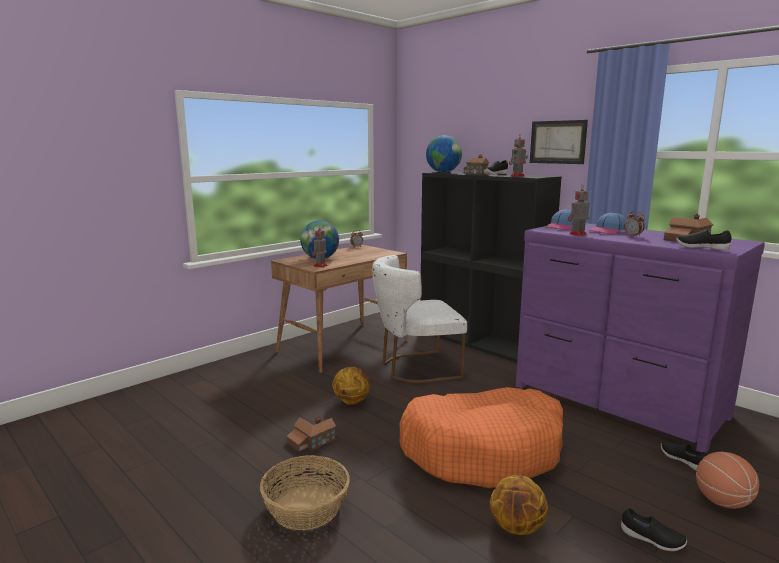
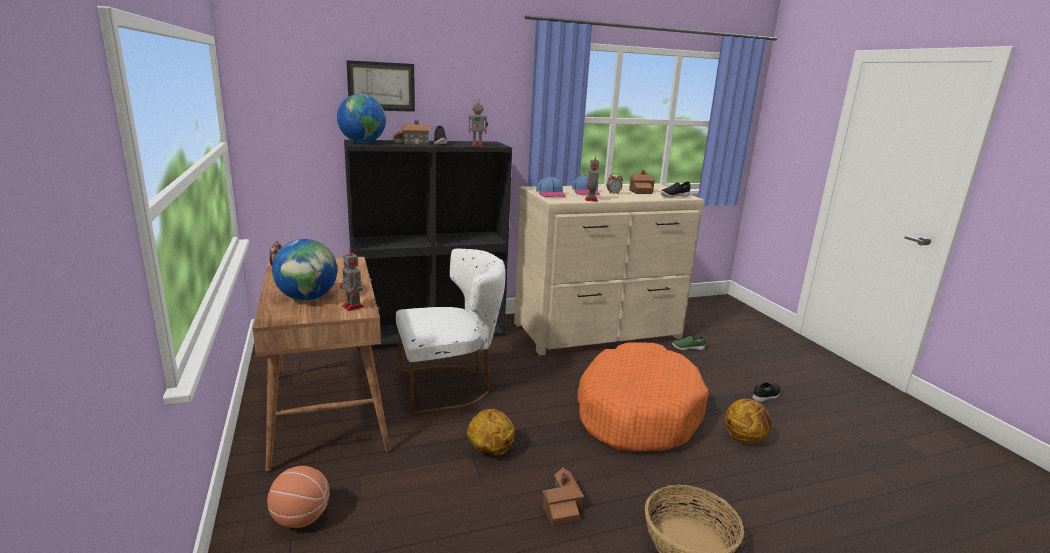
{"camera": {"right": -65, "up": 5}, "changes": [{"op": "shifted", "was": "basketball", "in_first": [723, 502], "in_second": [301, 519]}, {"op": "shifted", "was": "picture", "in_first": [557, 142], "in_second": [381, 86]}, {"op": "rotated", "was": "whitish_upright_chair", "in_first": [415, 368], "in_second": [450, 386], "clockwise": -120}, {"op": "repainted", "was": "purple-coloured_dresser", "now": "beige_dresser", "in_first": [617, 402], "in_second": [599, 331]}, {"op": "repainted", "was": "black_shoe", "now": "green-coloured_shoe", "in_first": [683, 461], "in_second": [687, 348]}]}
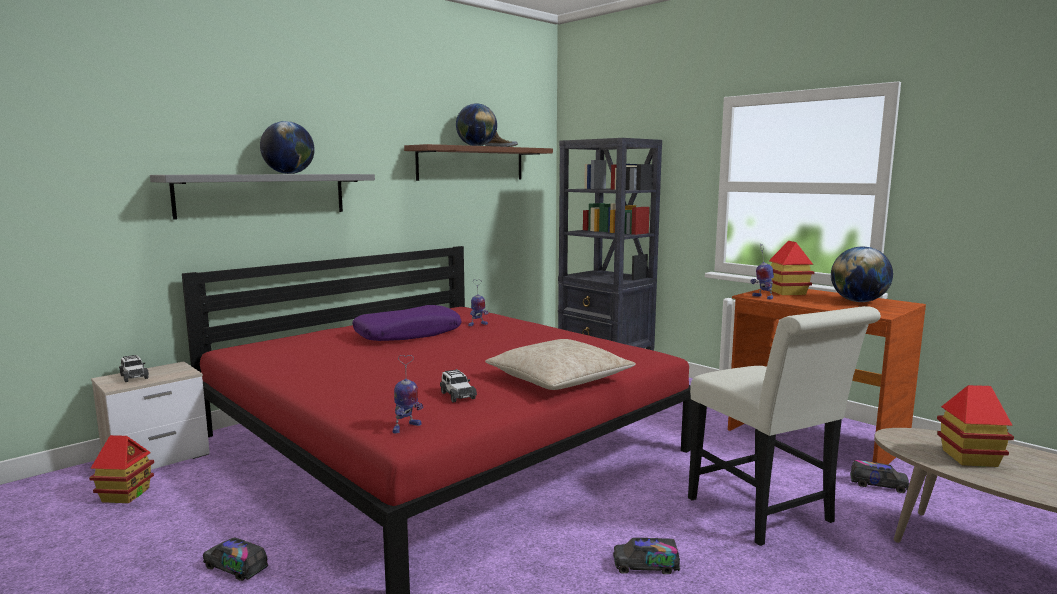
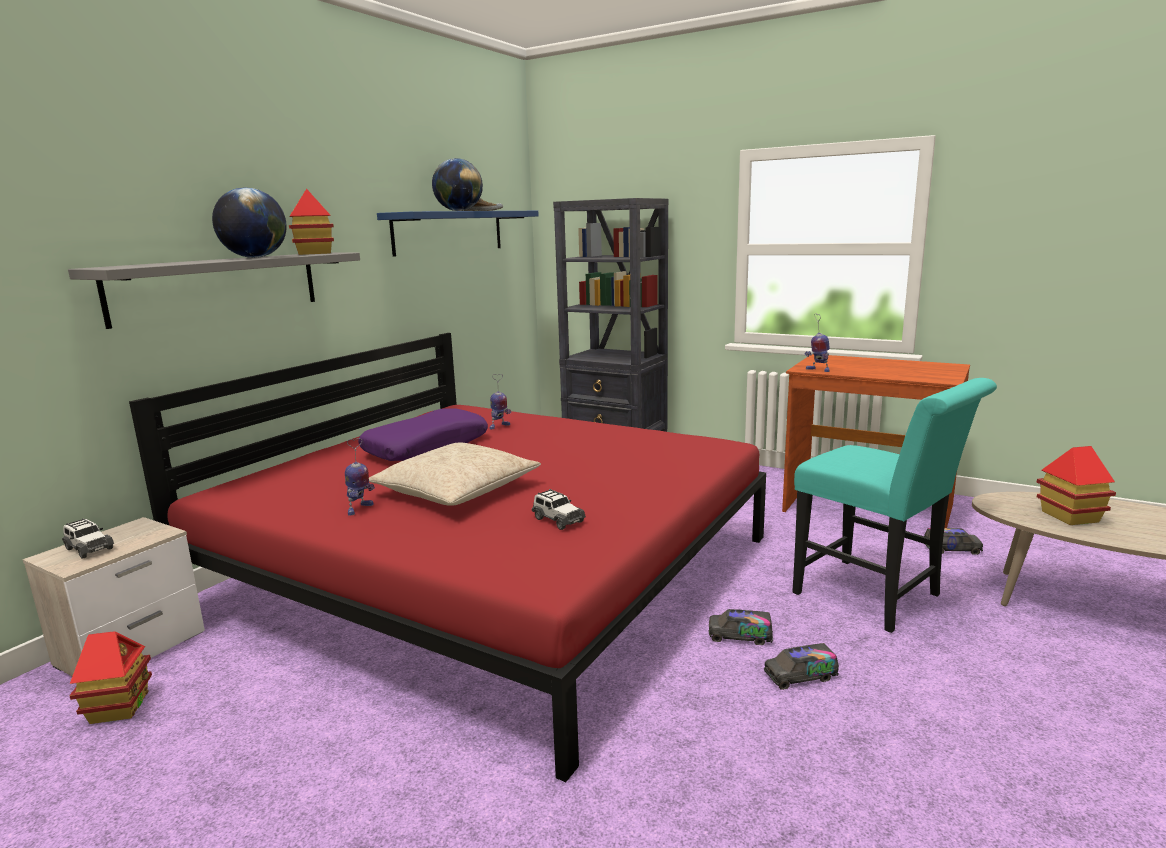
{"camera": {"right": -15, "up": 5}, "changes": [{"op": "shifted", "was": "miniature_house", "in_first": [788, 293], "in_second": [314, 253]}, {"op": "shifted", "was": "robot_figure", "in_first": [406, 428], "in_second": [359, 509]}, {"op": "shifted", "was": "beige_pillow", "in_first": [558, 379], "in_second": [456, 490]}, {"op": "repainted", "was": "brown_bracket_shelf", "now": "blue_bracket_shelf", "in_first": [471, 163], "in_second": [449, 232]}, {"op": "shifted", "was": "toy_truck", "in_first": [236, 568], "in_second": [740, 636]}, {"op": "repainted", "was": "whitish_upright_chair", "now": "turquoise-coloured_upright_chair", "in_first": [767, 514], "in_second": [876, 598]}, {"op": "gone", "was": "desk_globe", "in_first": [858, 301]}]}
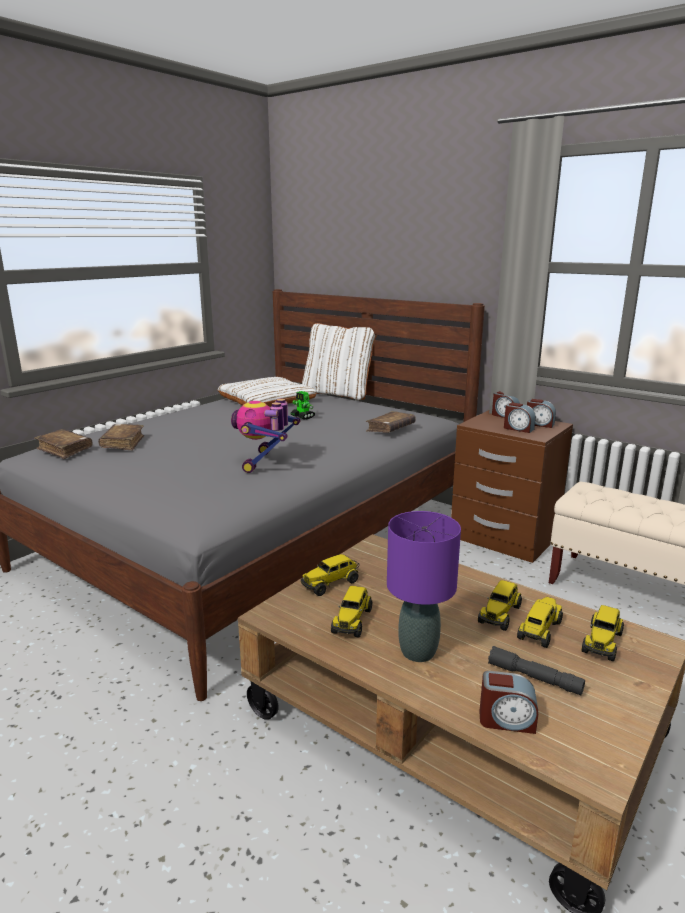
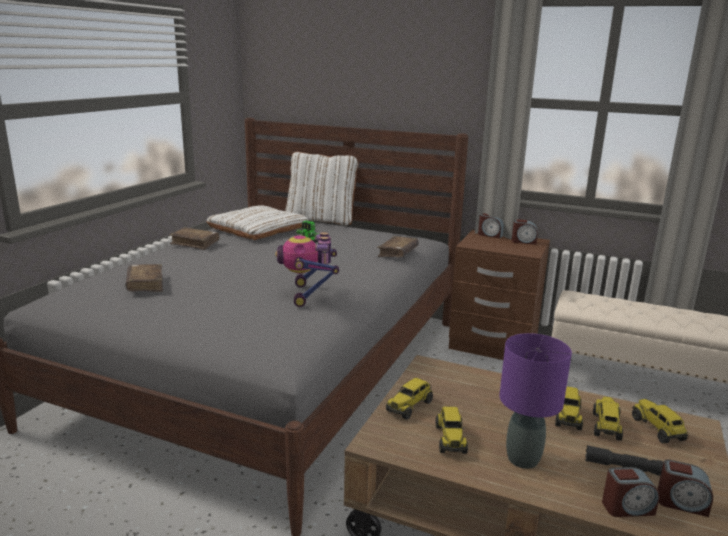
{"camera": {"right": -15, "up": 0}, "changes": [{"op": "shifted", "was": "brown_bound_book", "in_first": [65, 450], "in_second": [195, 243]}, {"op": "rotated", "was": "toy_truck", "in_first": [602, 642], "in_second": [658, 429], "clockwise": 150}, {"op": "shifted", "was": "alarm_clock", "in_first": [518, 429], "in_second": [681, 503]}]}
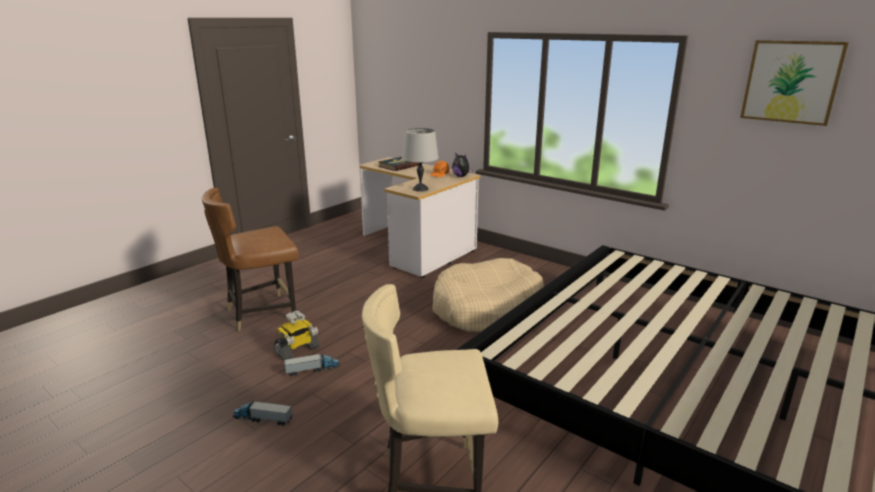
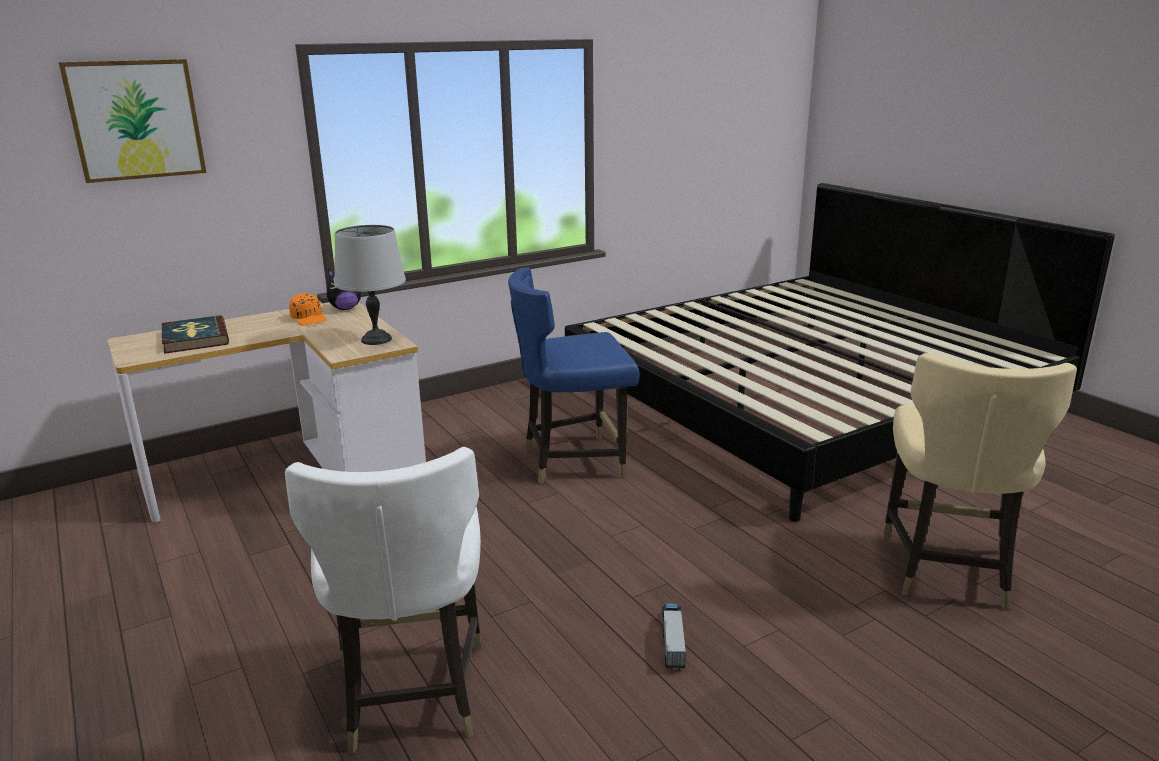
{"camera": {"right": -70, "up": 0}, "changes": [{"op": "shifted", "was": "picture", "in_first": [791, 82], "in_second": [136, 120]}, {"op": "repainted", "was": "brown_upright_chair", "now": "whitish_upright_chair", "in_first": [261, 313], "in_second": [411, 695]}, {"op": "swapped", "was": "beige_dog_bed", "now": "blue_upright_chair", "in_first": [487, 309], "in_second": [573, 461]}, {"op": "gone", "was": "toy_truck", "in_first": [262, 419]}, {"op": "gone", "was": "robot_figure", "in_first": [297, 350]}]}
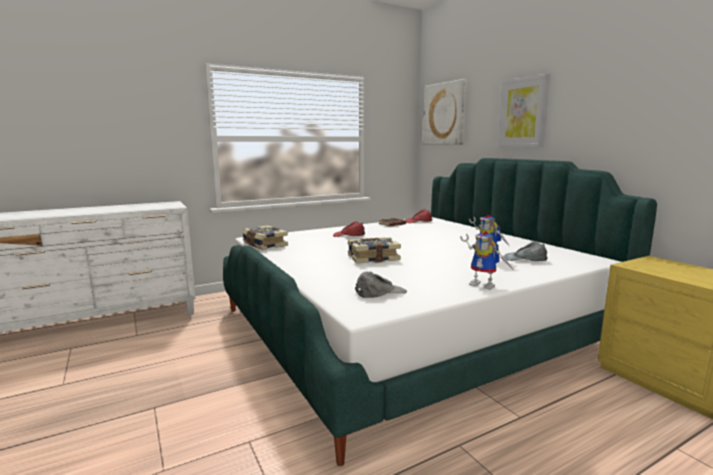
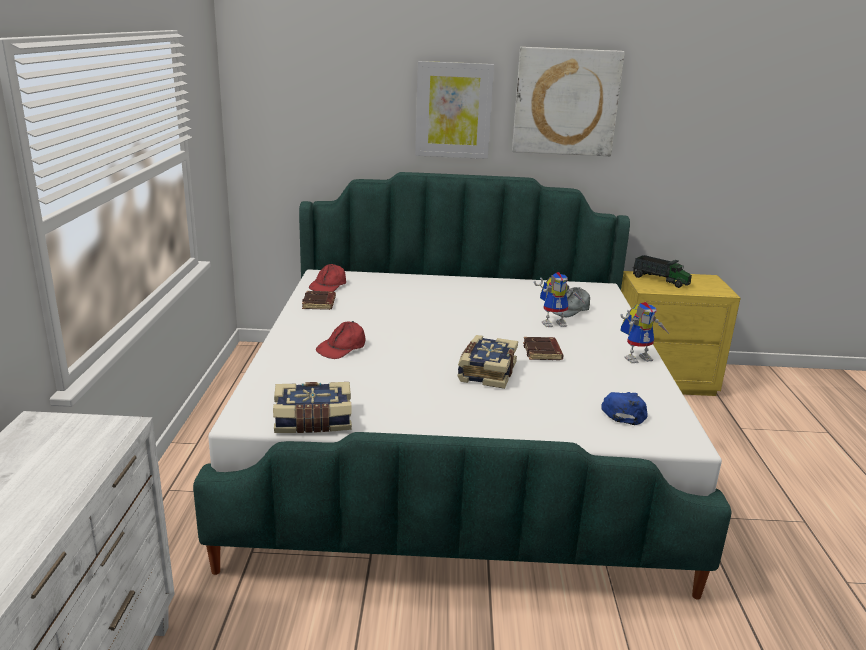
{"camera": {"right": -60, "up": 10}, "changes": [{"op": "shifted", "was": "picture", "in_first": [445, 114], "in_second": [566, 102]}, {"op": "new", "now": "brown_bound_book", "in_second": [543, 352]}, {"op": "repainted", "was": "gray_peaked_cap", "now": "blue_peaked_cap", "in_first": [380, 292], "in_second": [623, 410]}, {"op": "new", "now": "toy_truck", "in_second": [660, 280]}]}
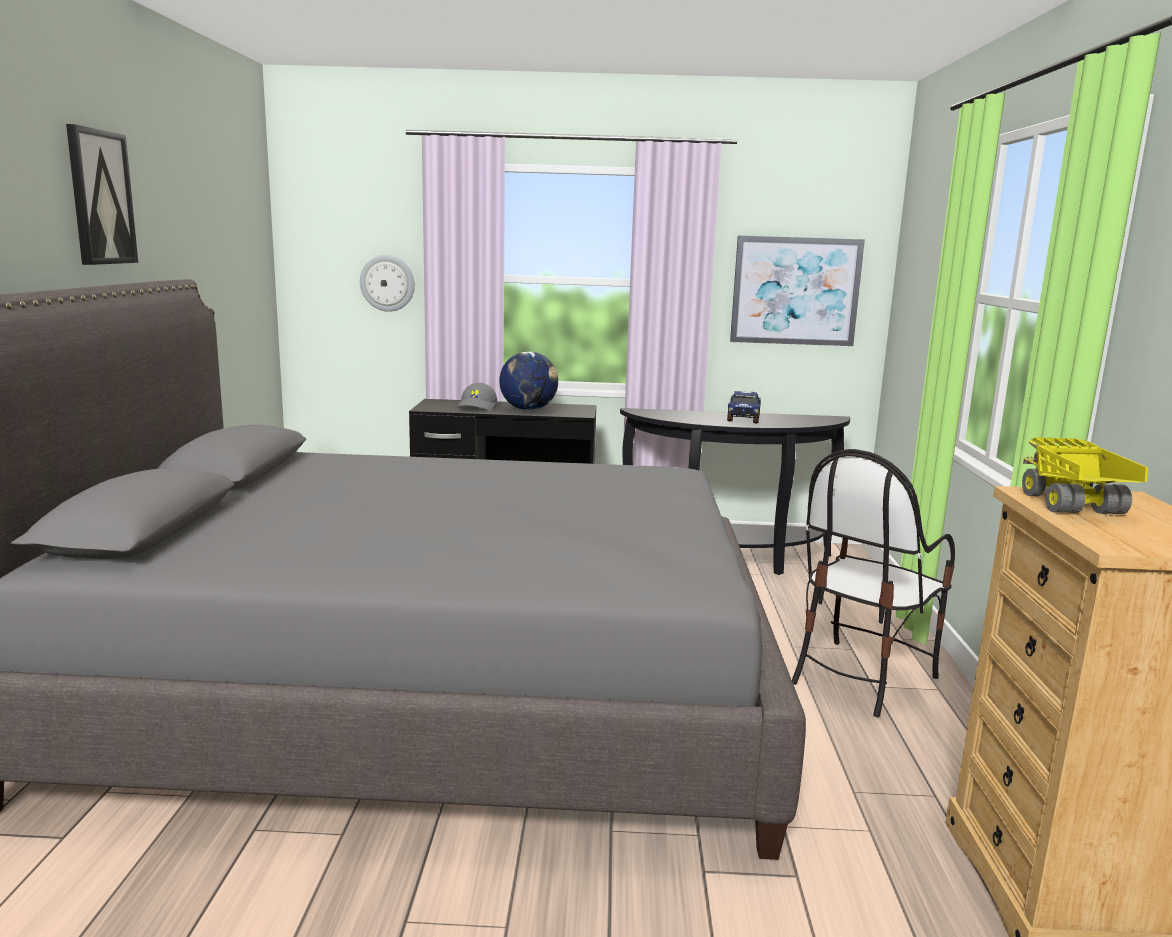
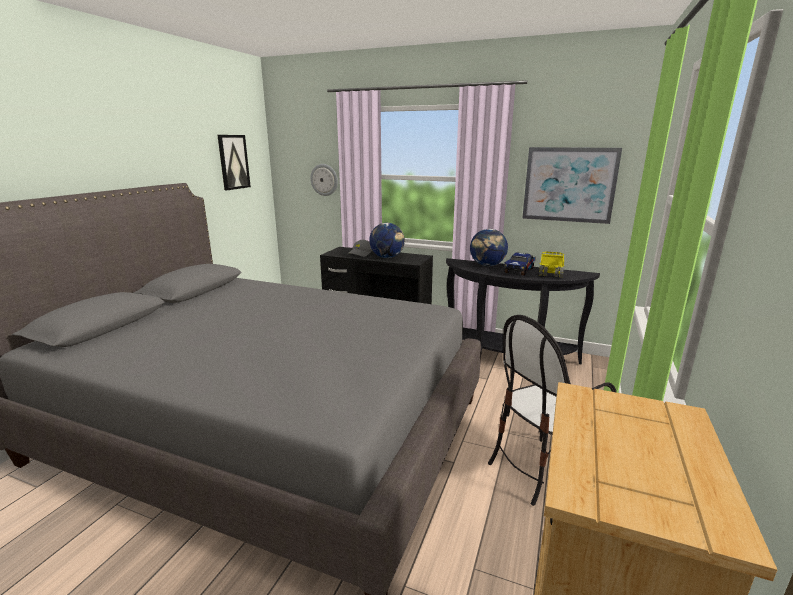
{"camera": {"right": 20, "up": 5}, "changes": [{"op": "shifted", "was": "picture", "in_first": [100, 197], "in_second": [233, 162]}, {"op": "new", "now": "desk_globe", "in_second": [487, 265]}, {"op": "shifted", "was": "toy_truck", "in_first": [1072, 506], "in_second": [550, 274]}]}
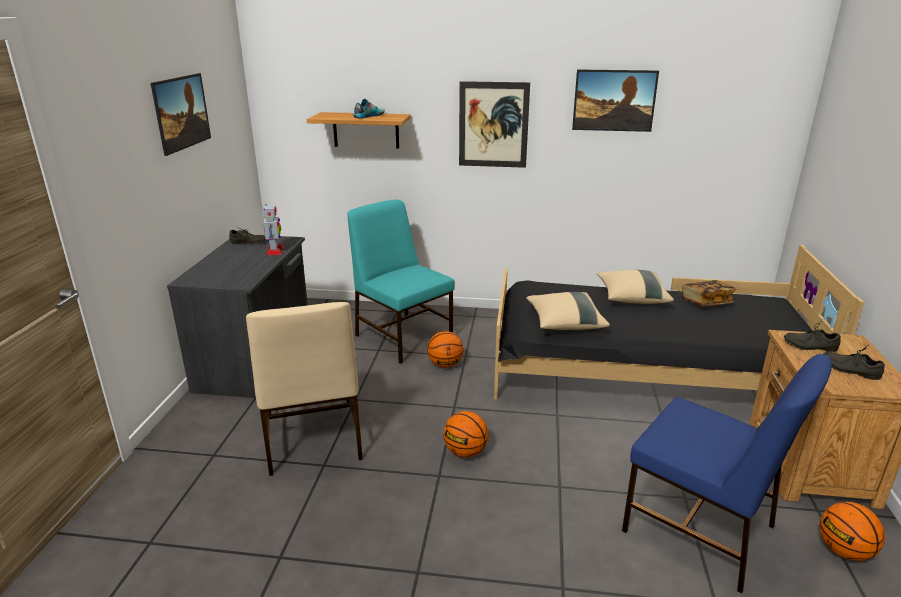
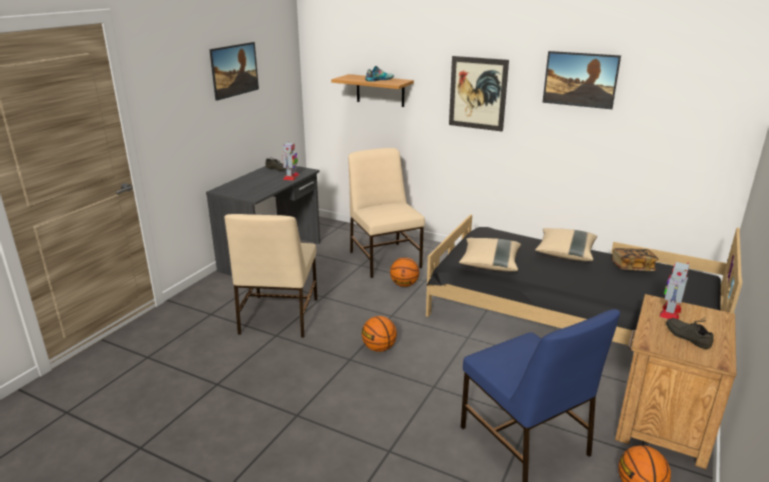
{"camera": {"right": 20, "up": 0}, "changes": [{"op": "repainted", "was": "turquoise-coloured_upright_chair", "now": "beige_upright_chair", "in_first": [403, 337], "in_second": [385, 259]}, {"op": "swapped", "was": "gray_shoe", "now": "robot_figure", "in_first": [809, 345], "in_second": [670, 312]}]}
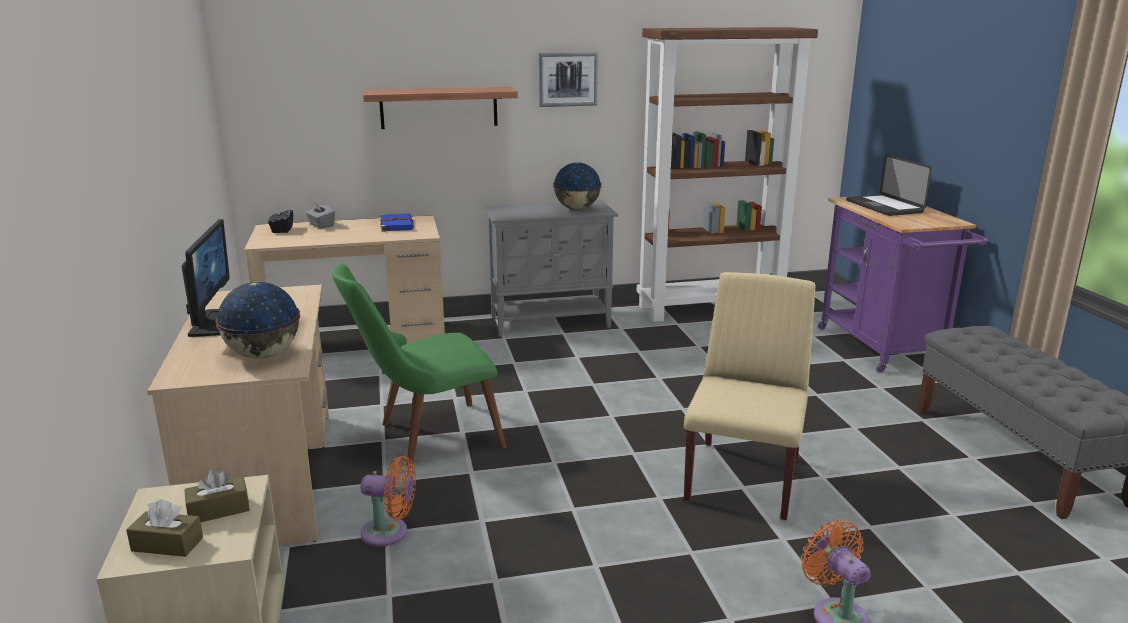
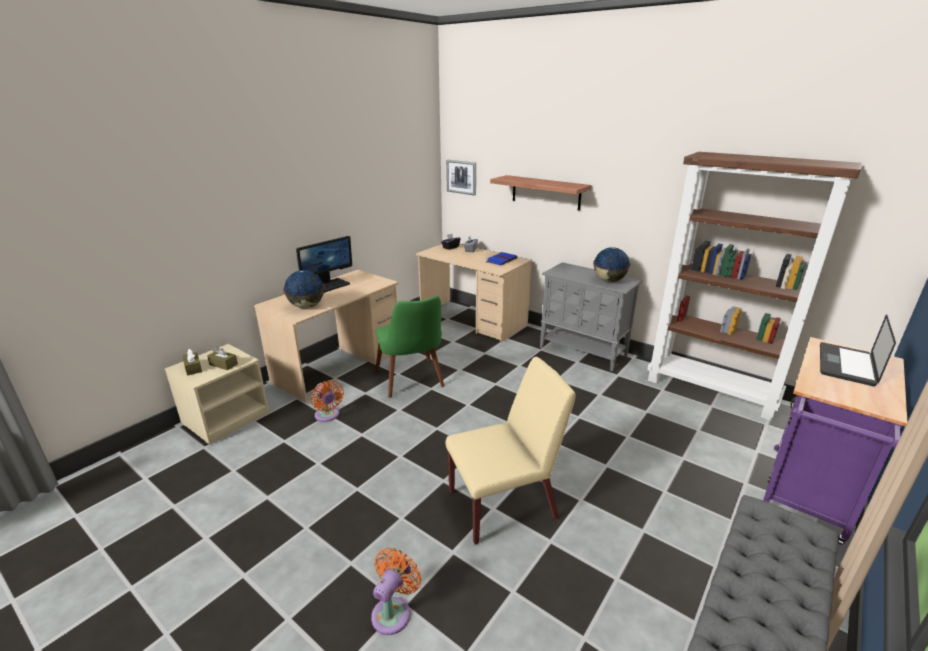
{"camera": {"right": 50, "up": 5}, "changes": [{"op": "rotated", "was": "green-coloured_upright_chair", "in_first": [425, 438], "in_second": [412, 382], "clockwise": -135}, {"op": "shifted", "was": "picture", "in_first": [568, 79], "in_second": [461, 177]}]}
